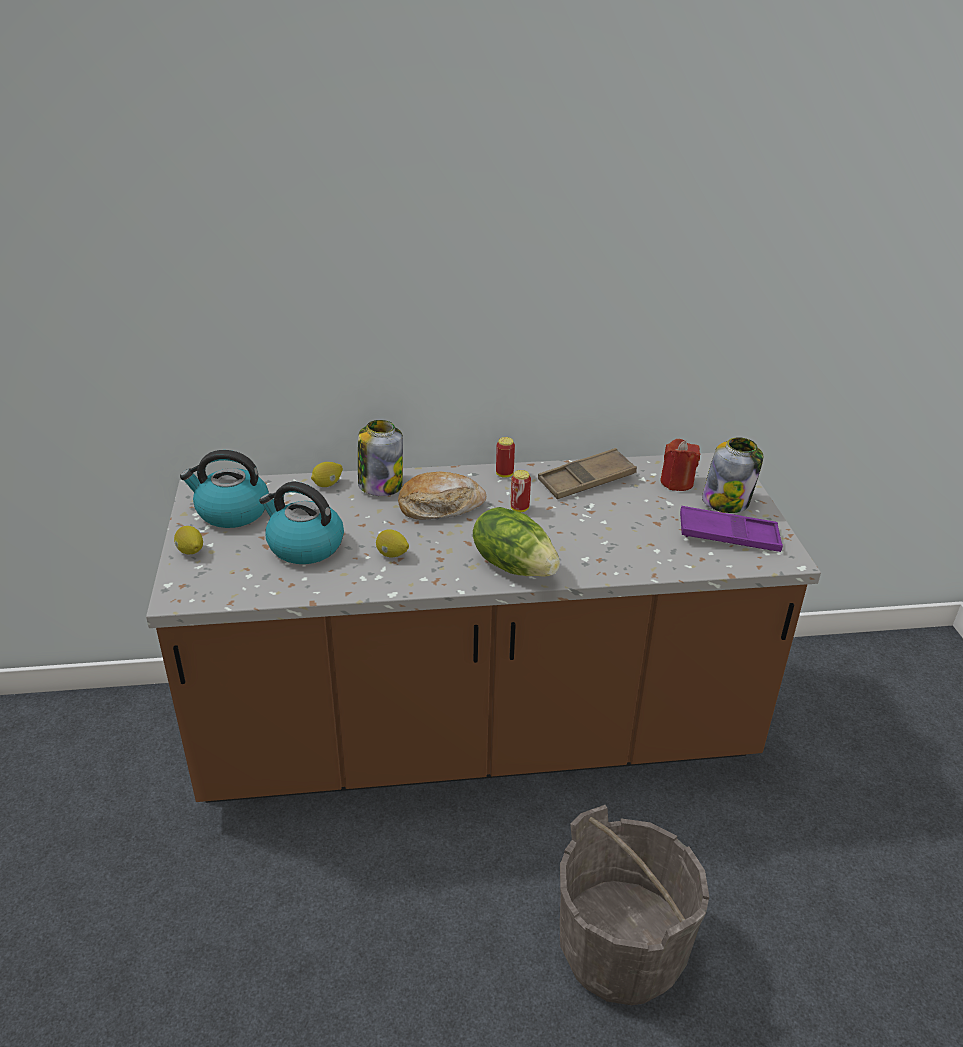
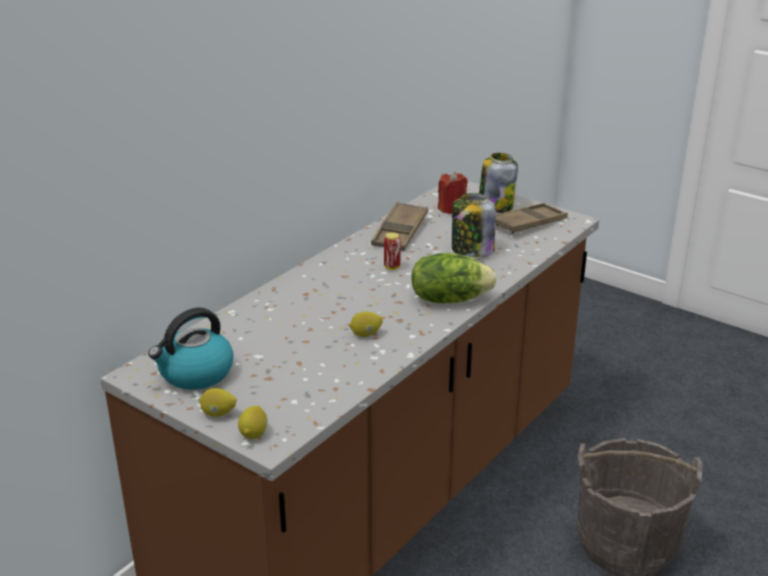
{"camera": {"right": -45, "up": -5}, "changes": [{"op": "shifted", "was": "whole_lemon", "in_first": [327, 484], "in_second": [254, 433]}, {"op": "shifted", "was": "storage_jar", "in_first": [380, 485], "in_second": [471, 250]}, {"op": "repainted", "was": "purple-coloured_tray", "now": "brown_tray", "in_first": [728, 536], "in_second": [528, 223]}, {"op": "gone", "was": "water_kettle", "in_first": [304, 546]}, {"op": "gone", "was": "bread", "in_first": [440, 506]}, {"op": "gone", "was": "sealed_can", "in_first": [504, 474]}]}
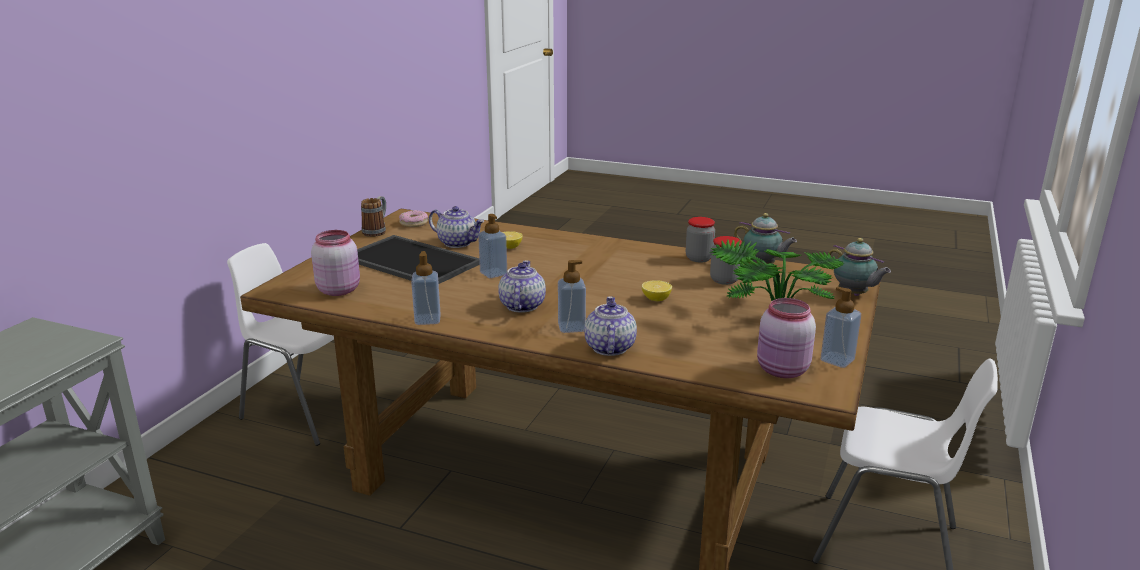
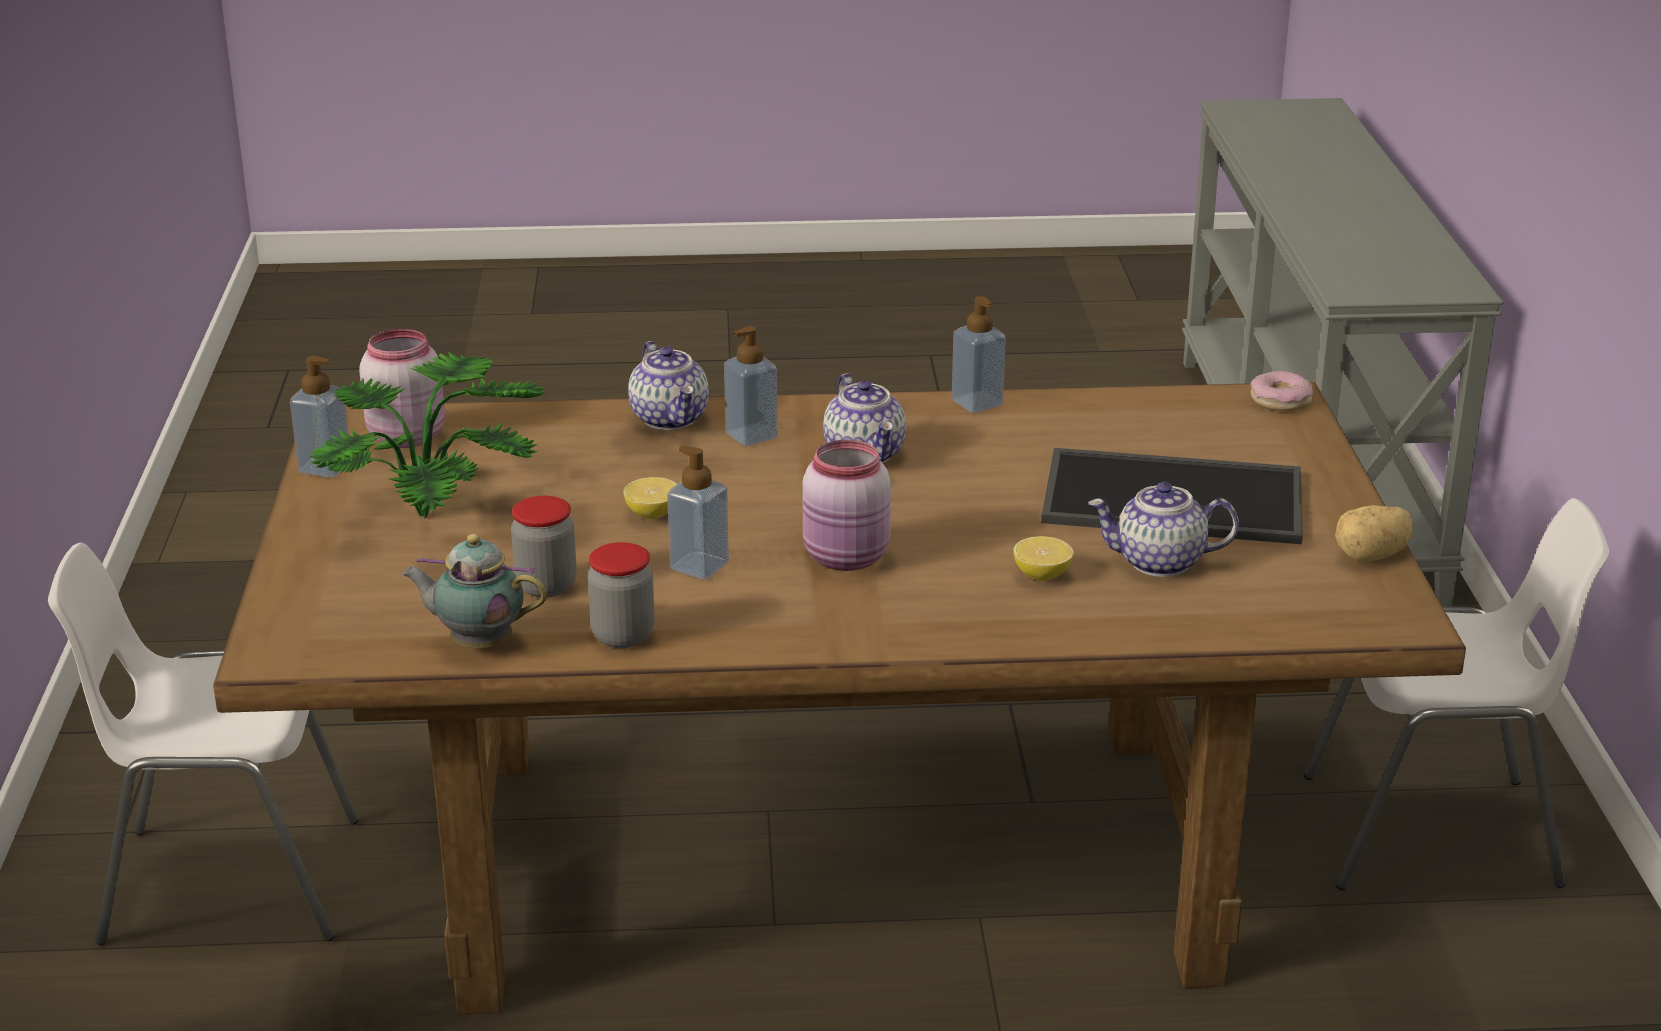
{"camera": {"right": 155, "up": 5}, "changes": [{"op": "shifted", "was": "liquid_soap_bottle", "in_first": [493, 273], "in_second": [699, 566]}, {"op": "shifted", "was": "pinkish_storage_jar", "in_first": [339, 290], "in_second": [847, 559]}, {"op": "shifted", "was": "doughnut", "in_first": [413, 223], "in_second": [1280, 400]}, {"op": "swapped", "was": "mug", "now": "potato", "in_first": [377, 231], "in_second": [1371, 556]}, {"op": "gone", "was": "teapot", "in_first": [854, 295]}]}
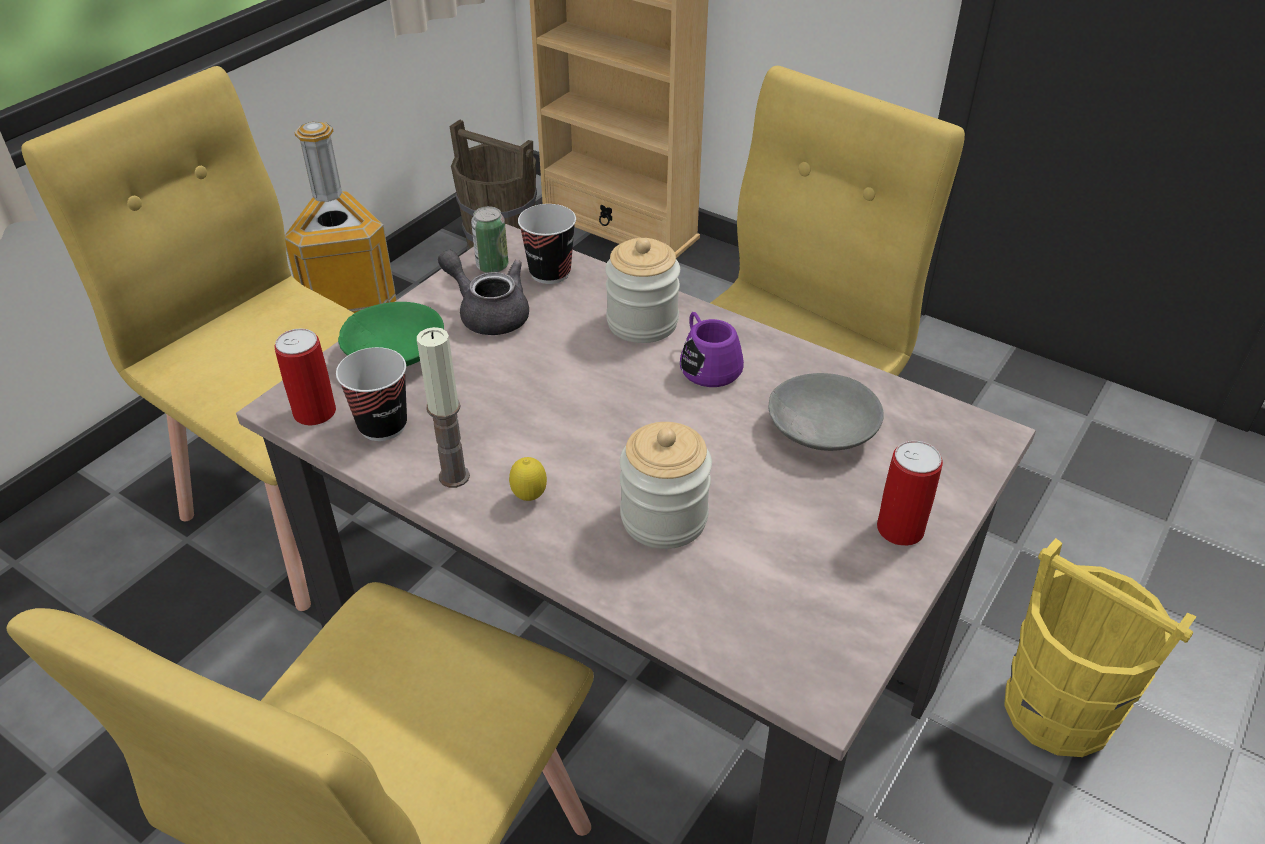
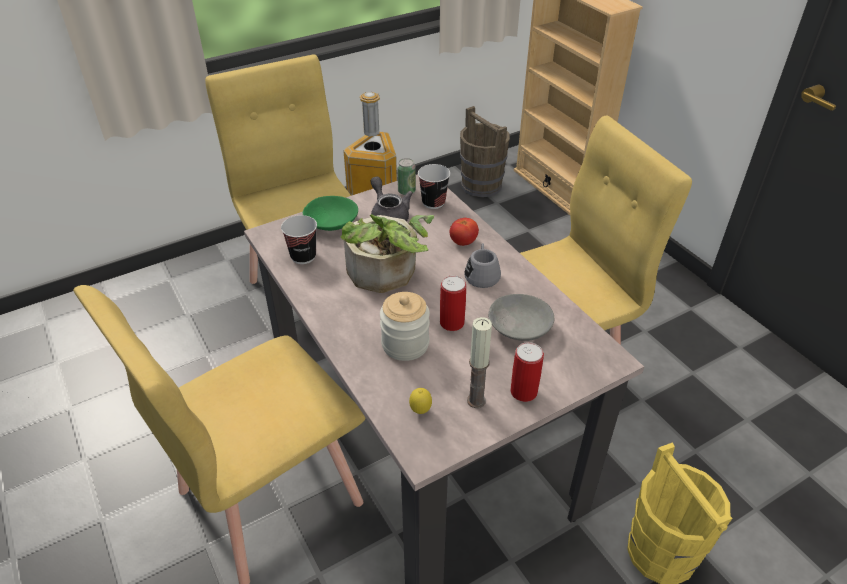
{"camera": {"right": 25, "up": 0}, "changes": [{"op": "new", "now": "plant_in_a_pot", "in_second": [386, 275]}, {"op": "shifted", "was": "whole_lemon", "in_first": [529, 498], "in_second": [420, 411]}, {"op": "shifted", "was": "sealed_can", "in_first": [315, 412], "in_second": [452, 323]}, {"op": "swapped", "was": "storage_jar", "now": "tomato", "in_first": [642, 322], "in_second": [463, 242]}, {"op": "repainted", "was": "purple-coloured_mug", "now": "gray_mug", "in_first": [707, 364], "in_second": [482, 274]}, {"op": "shifted", "was": "wax_light", "in_first": [454, 476], "in_second": [476, 400]}]}
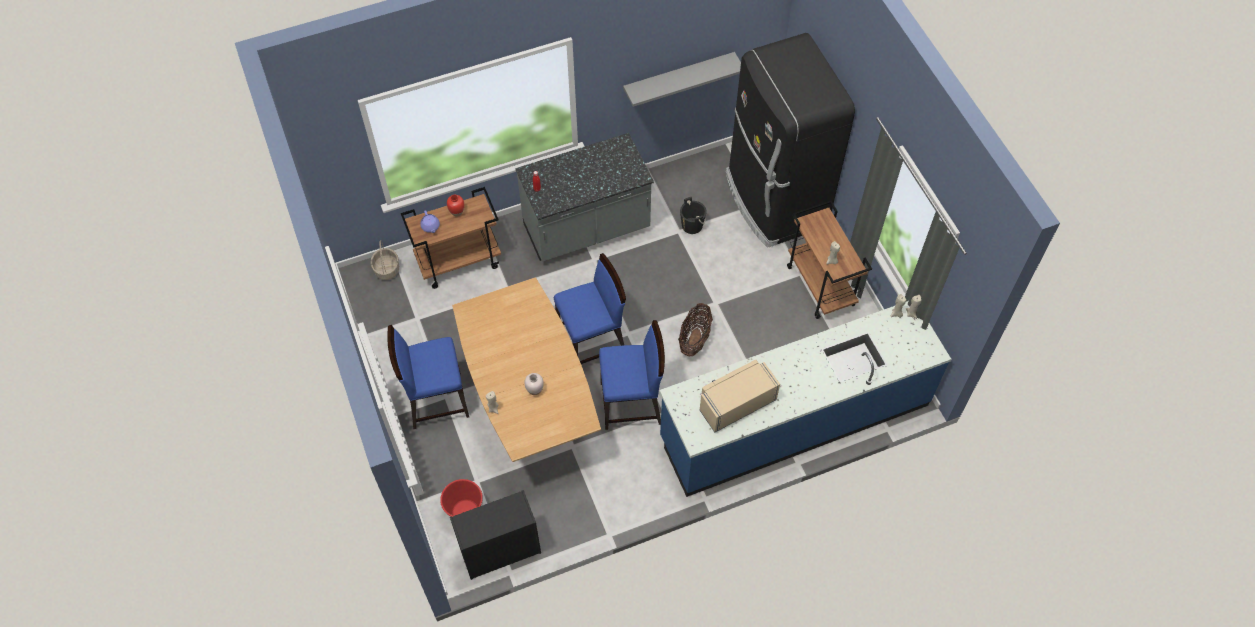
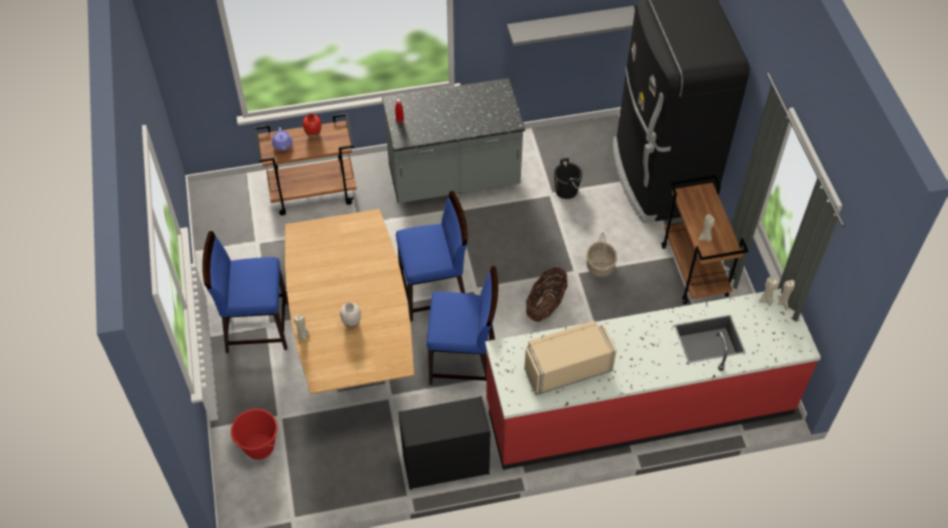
{"camera": {"right": 10, "up": -5}, "changes": [{"op": "shifted", "was": "black_dresser", "in_first": [499, 551], "in_second": [444, 465]}, {"op": "repainted", "was": "blue_kitchen_base_unit", "now": "reddish_kitchen_base_unit", "in_first": [794, 420], "in_second": [638, 407]}, {"op": "shifted", "was": "household_basket", "in_first": [386, 269], "in_second": [600, 265]}]}
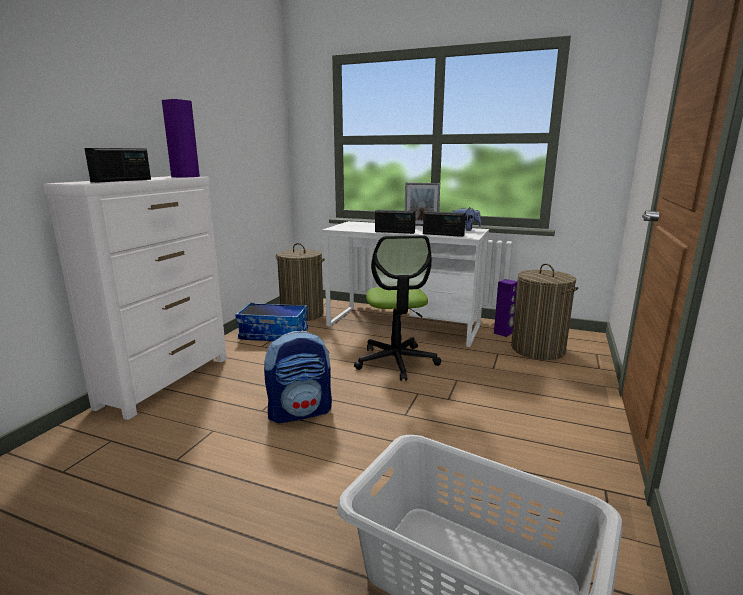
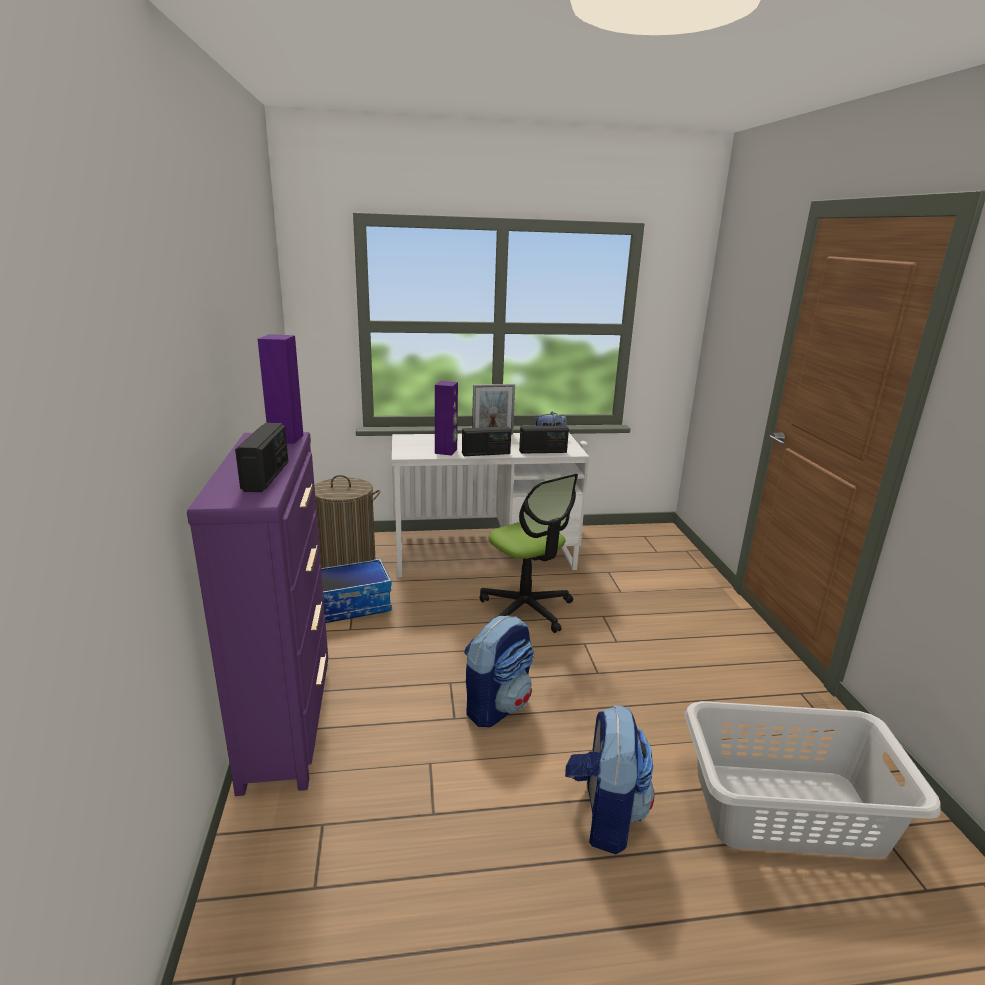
{"camera": {"right": -30, "up": 5}, "changes": [{"op": "repainted", "was": "whitish_dresser", "now": "purple-coloured_dresser", "in_first": [167, 381], "in_second": [288, 718]}, {"op": "shifted", "was": "purple-coloured_audio_speaker", "in_first": [503, 333], "in_second": [446, 451]}, {"op": "new", "now": "rucksack", "in_second": [604, 814]}, {"op": "gone", "was": "laundry_basket", "in_first": [538, 349]}]}
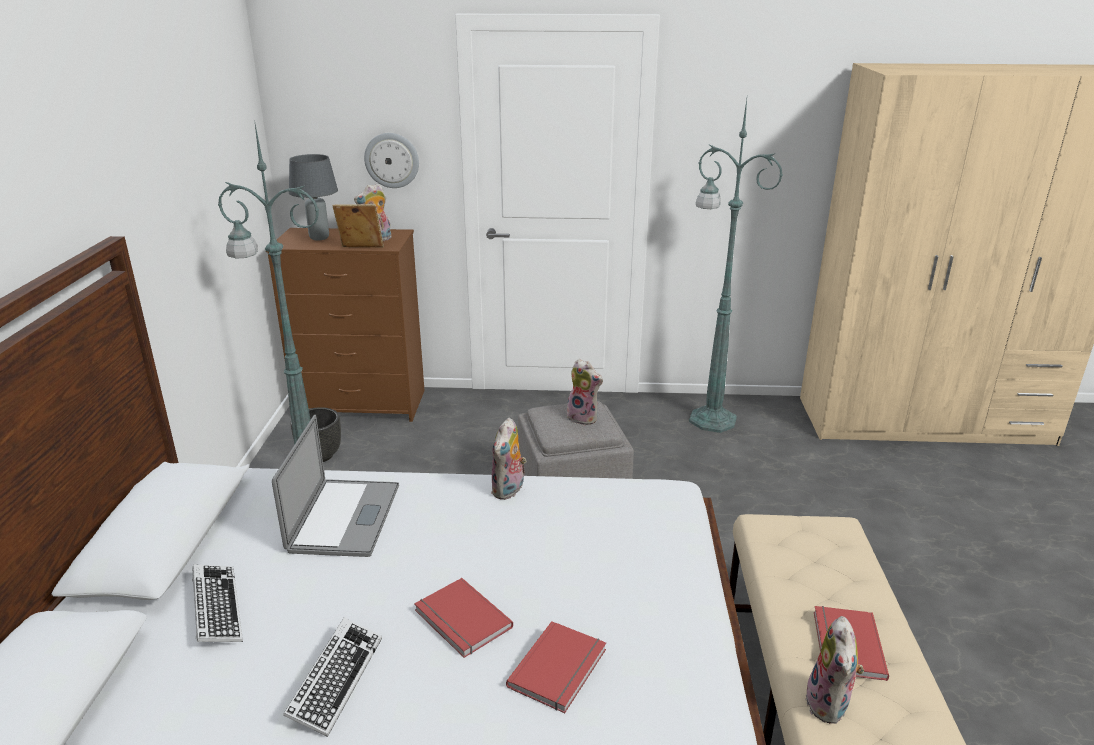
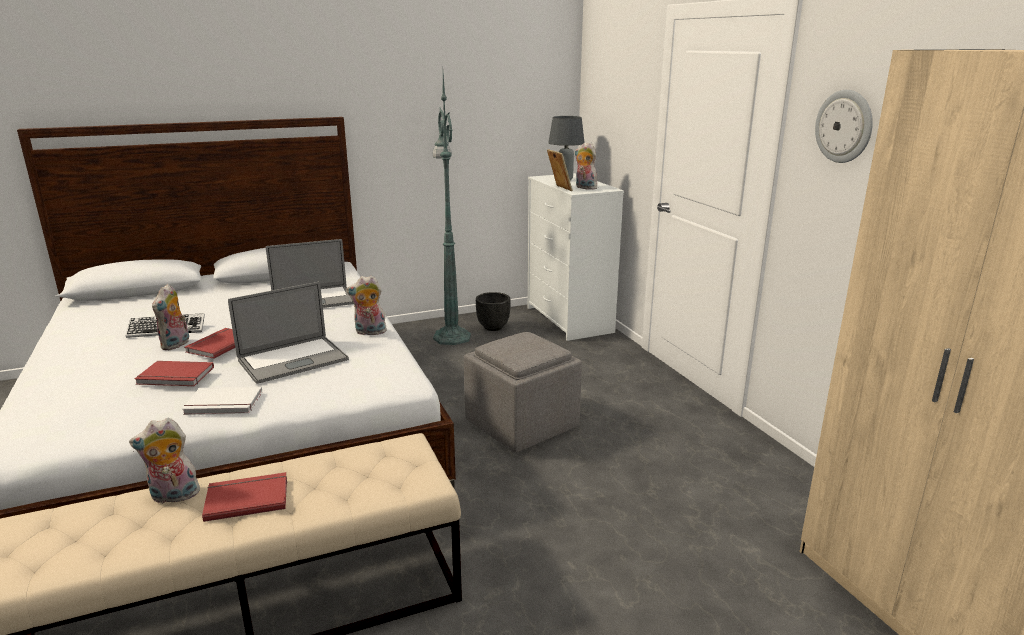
{"camera": {"right": 65, "up": -5}, "changes": [{"op": "shifted", "was": "soft_toy", "in_first": [584, 418], "in_second": [176, 345]}, {"op": "new", "now": "whitish_bound_book", "in_second": [223, 404]}, {"op": "new", "now": "notebook_computer", "in_second": [293, 360]}, {"op": "repainted", "was": "brown_dresser", "now": "whitish_dresser", "in_first": [362, 404], "in_second": [570, 320]}, {"op": "shifted", "was": "clock_on_the_wall", "in_first": [392, 160], "in_second": [844, 126]}, {"op": "gone", "was": "keyboard", "in_first": [217, 609]}, {"op": "gone", "was": "green-coloured_standard_lamp", "in_first": [710, 419]}]}
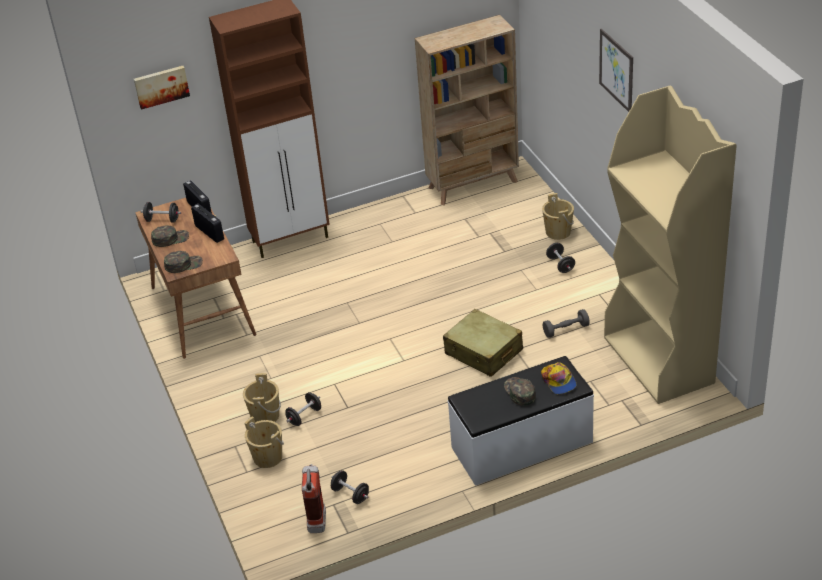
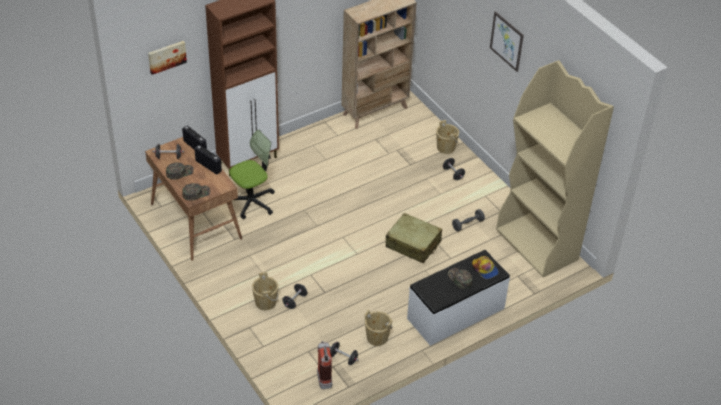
{"camera": {"right": -15, "up": 5}, "changes": [{"op": "new", "now": "computer_chair", "in_second": [252, 202]}, {"op": "shifted", "was": "beige_pail", "in_first": [268, 457], "in_second": [377, 337]}]}
